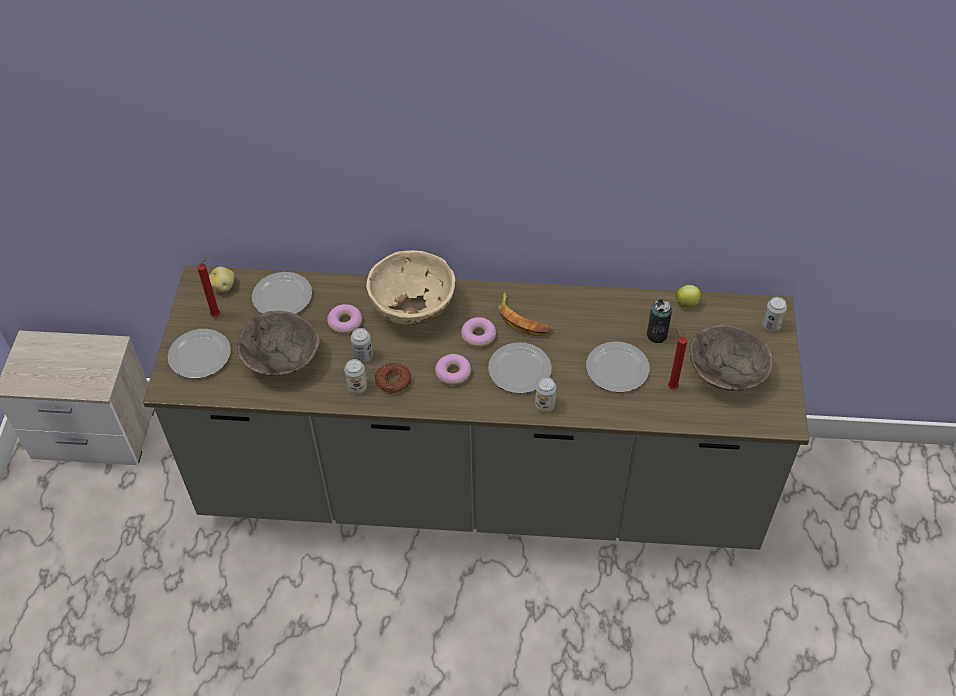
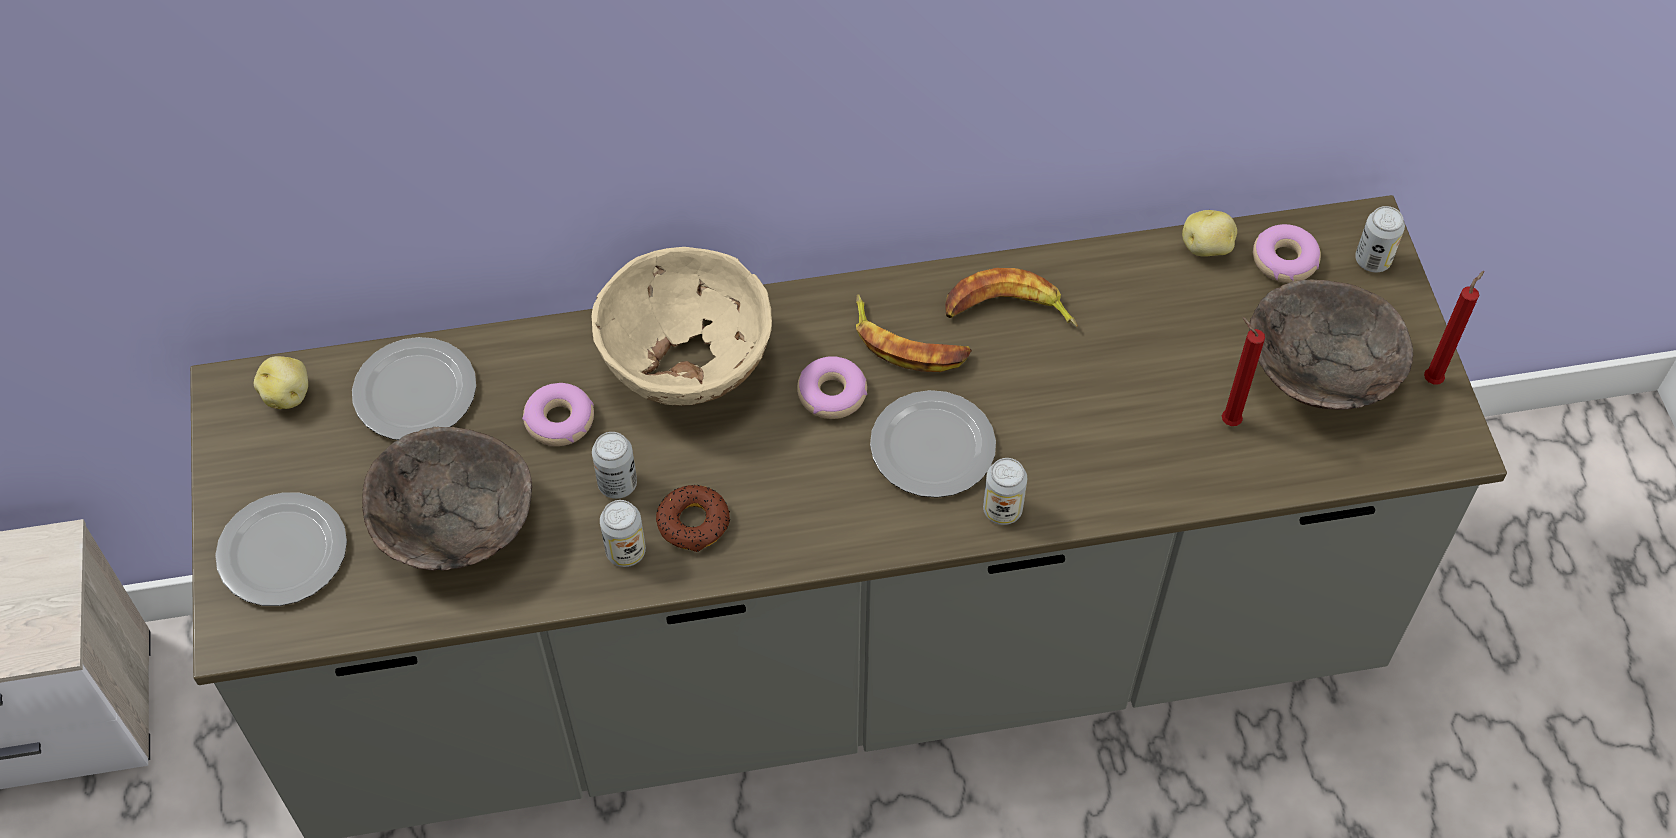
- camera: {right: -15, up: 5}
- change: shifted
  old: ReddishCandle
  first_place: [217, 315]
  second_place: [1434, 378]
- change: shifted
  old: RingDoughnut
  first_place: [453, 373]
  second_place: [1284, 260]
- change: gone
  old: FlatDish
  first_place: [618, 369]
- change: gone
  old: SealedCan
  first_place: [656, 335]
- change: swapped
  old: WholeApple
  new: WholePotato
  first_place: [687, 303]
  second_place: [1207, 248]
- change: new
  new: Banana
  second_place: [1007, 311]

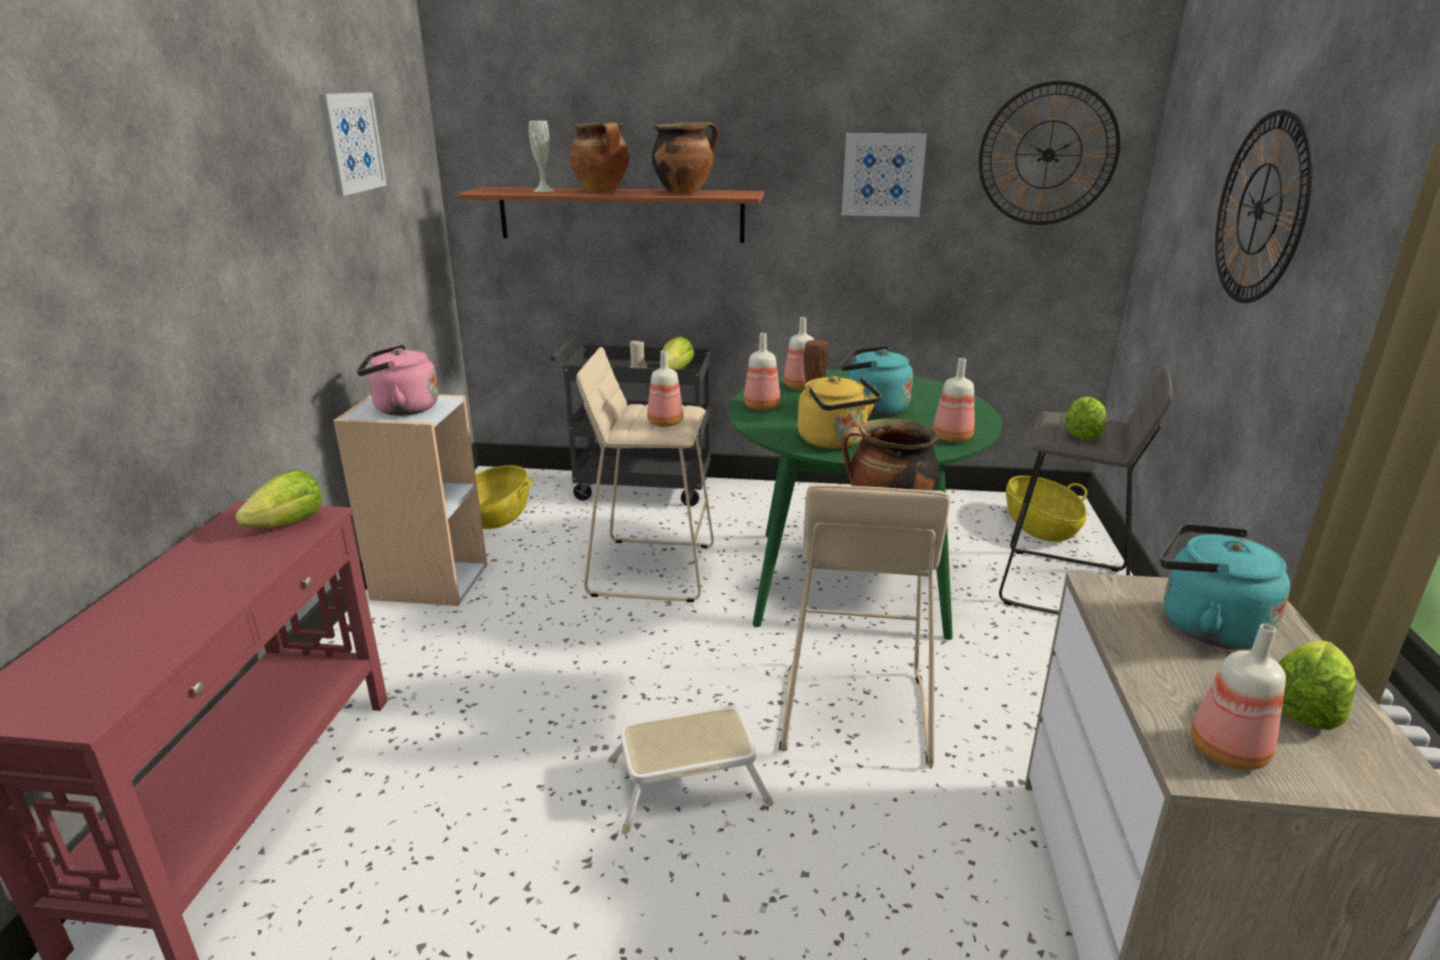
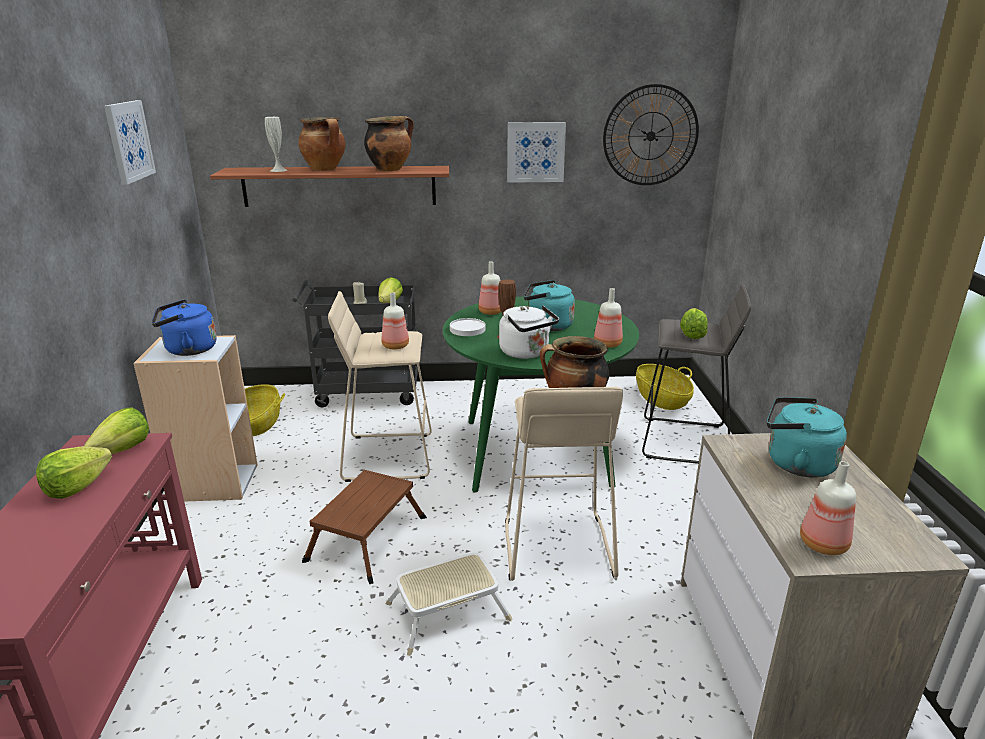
- camera: {right: -10, up: 0}
- change: repainted
  old: PinkWaterKettle
  new: BlueColouredWaterKettle
  first_place: [402, 409]
  second_place: [187, 350]
- change: swapped
  old: BeverageBottle
  new: WhiteFlatDish
  first_place: [763, 406]
  second_place: [467, 329]
- change: repainted
  old: YellowColouredWaterKettle
  new: WhiteWaterKettle
  first_place: [835, 441]
  second_place: [526, 353]
- change: gone
  old: HangingClock
  first_place: [1260, 209]
- change: shifted
  old: HeadOfLettuce
  first_place: [1305, 707]
  second_place: [77, 487]
- change: new
  new: BrownishStepStool
  second_place: [366, 539]

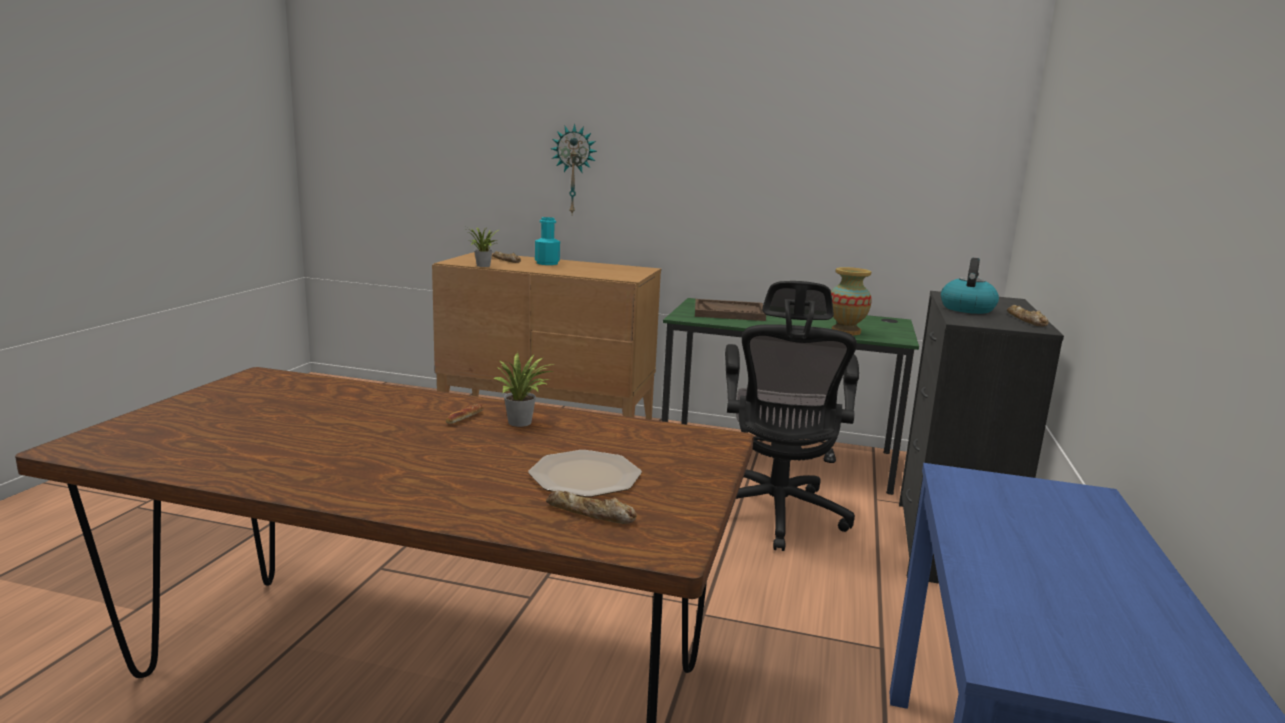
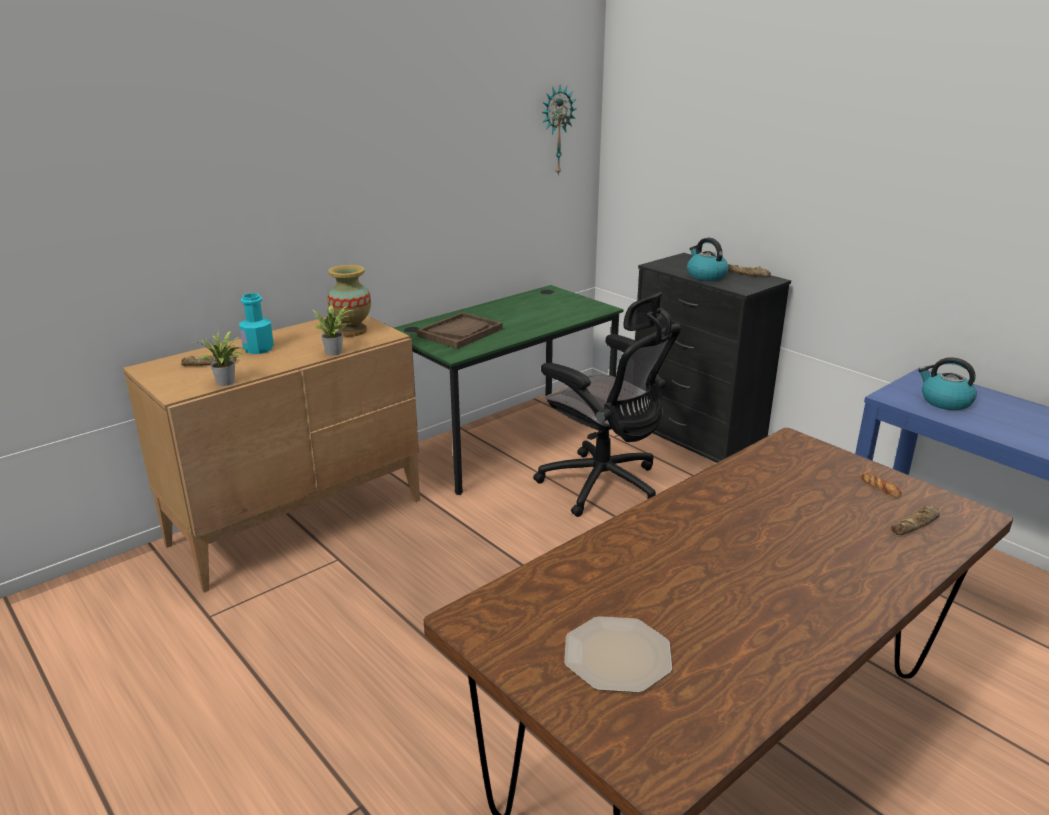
- camera: {right: -55, up: 10}
- change: shifted
  old: Bread
  first_place: [465, 418]
  second_place: [880, 488]
- change: shifted
  old: PlantInAPot
  first_place: [522, 423]
  second_place: [336, 352]
- change: shifted
  old: FlatDish
  first_place: [584, 476]
  second_place: [616, 656]
- change: shifted
  old: HangingClock
  first_place: [574, 170]
  second_place: [556, 130]
- change: shifted
  old: DecorativeVase
  first_place: [845, 332]
  second_place: [352, 331]
- change: new
  new: WaterKettle
  second_place: [944, 401]

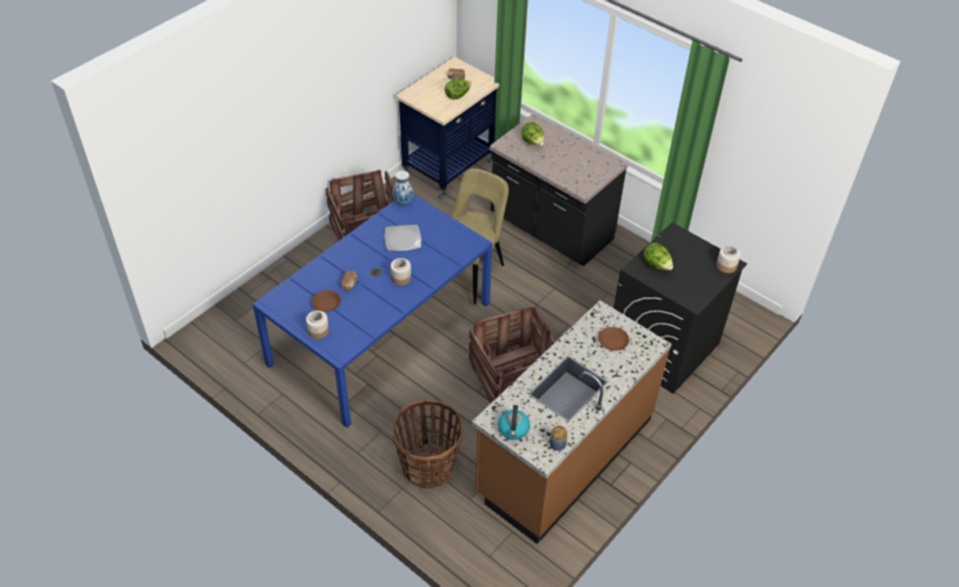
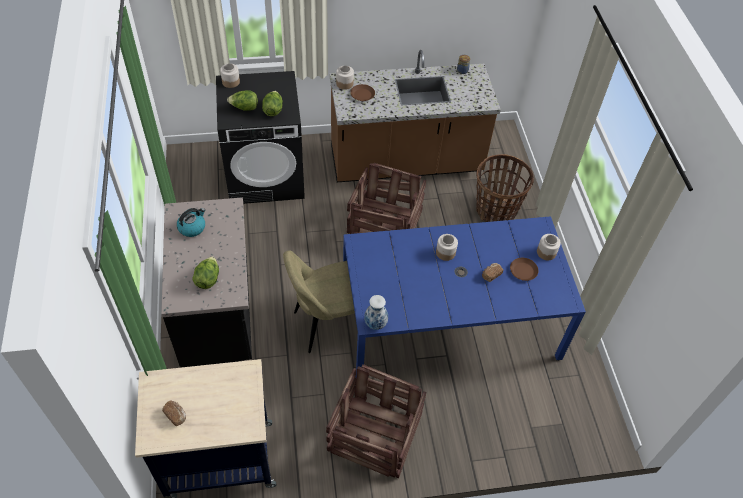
- camera: {right: -140, up: 5}
- change: gone
  old: FlatDish
  first_place: [402, 239]
- change: shifted
  old: HeadOfLettuce
  first_place: [457, 95]
  second_place: [244, 108]
- change: shifted
  old: WaterKettle
  first_place: [513, 429]
  second_place: [192, 227]
- change: new
  new: Jar
  second_place: [345, 83]

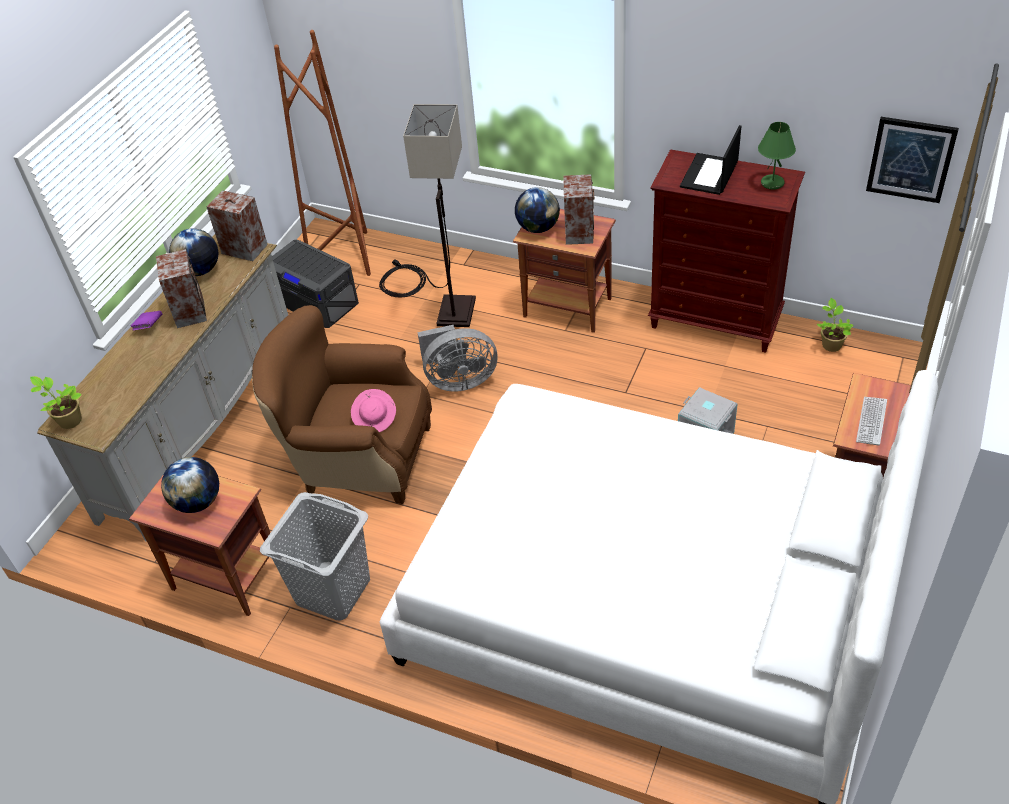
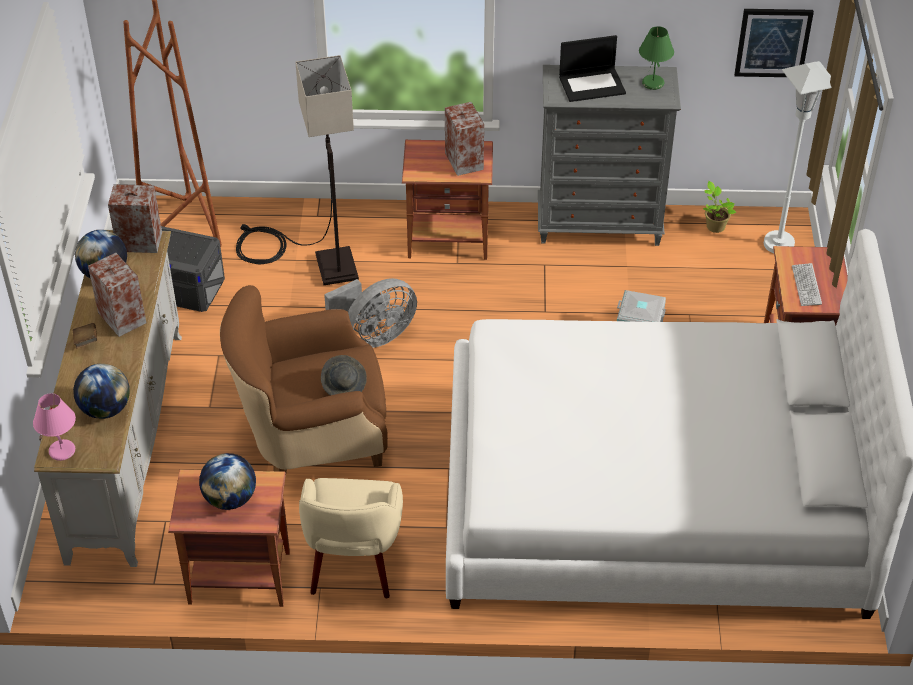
- camera: {right: -25, up: 0}
- change: swapped
  old: PlantInAPot
  new: PinkLampForATable
  first_place: [69, 420]
  second_place: [63, 451]
- change: repainted
  old: PurplishBoundBook
  new: BrownishBoundBook
  first_place: [149, 326]
  second_place: [86, 341]
- change: swapped
  old: GreyishHamper
  new: SandColouredArmchair
  first_place: [332, 591]
  second_place: [354, 562]
- change: repainted
  old: PinkWearableHat
  new: GreyishWearableHat
  first_place: [375, 418]
  second_place: [344, 385]
- change: shifted
  old: WorldGlobe
  first_place: [538, 228]
  second_place: [105, 409]
- change: repainted
  old: ReddishChestOfDrawers
  new: GreyishChestOfDrawers
  first_place: [716, 322]
  second_place: [600, 225]
- change: rotated
  old: PortableComputer
  first_place: [709, 175]
  second_place: [592, 84]
  degrees: -105
- change: new
  new: WhiteStandardLamp
  second_place: [779, 244]

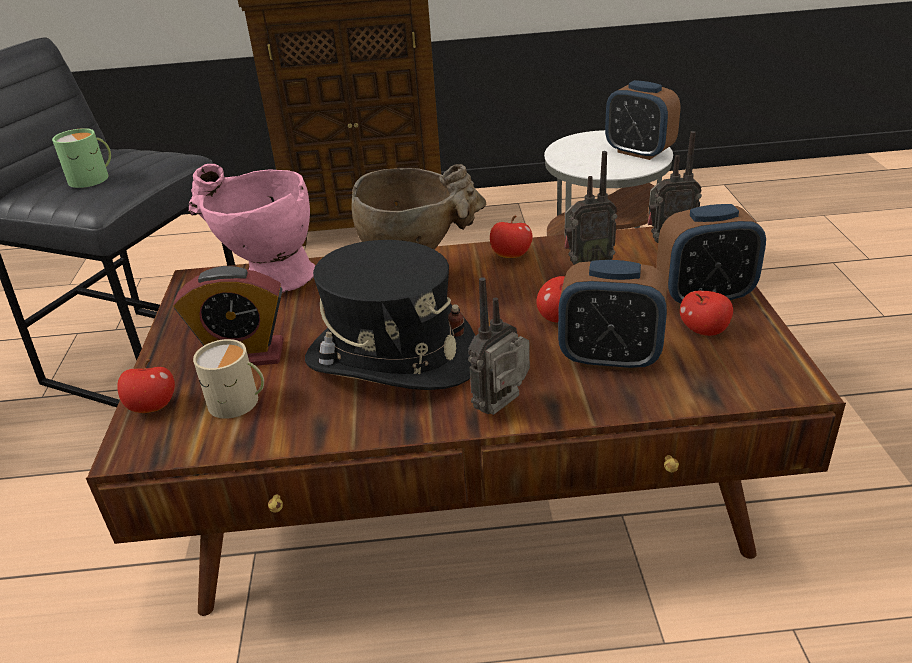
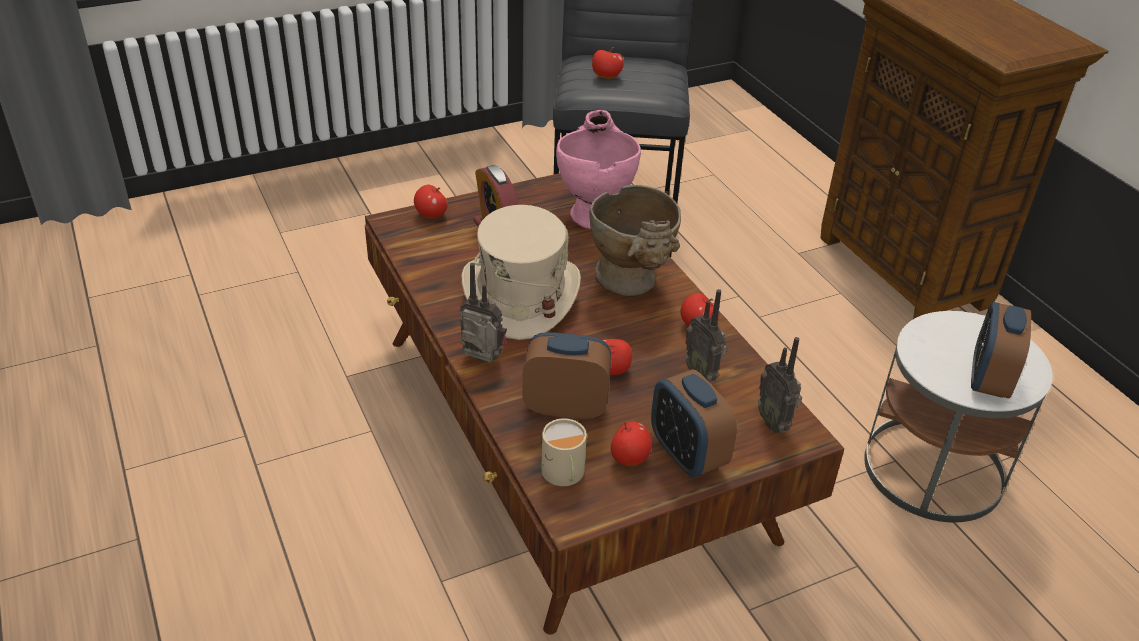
- camera: {right: 65, up: 5}
- change: swapped
  old: GreenColouredCoffeeMug
  new: WholeApple
  first_place: [93, 178]
  second_place: [606, 77]
- change: shifted
  old: SandColouredCoffeeMug
  first_place: [238, 402]
  second_place: [563, 474]
- change: repainted
  old: BlackColouredWearableHat
  new: SandColouredWearableHat
  first_place: [391, 358]
  second_place: [520, 297]
- change: rotated
  old: AlarmClock
  first_place: [609, 358]
  second_place: [565, 406]
  degrees: 105

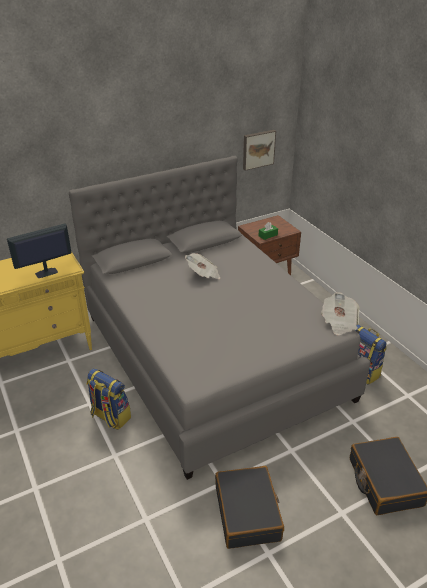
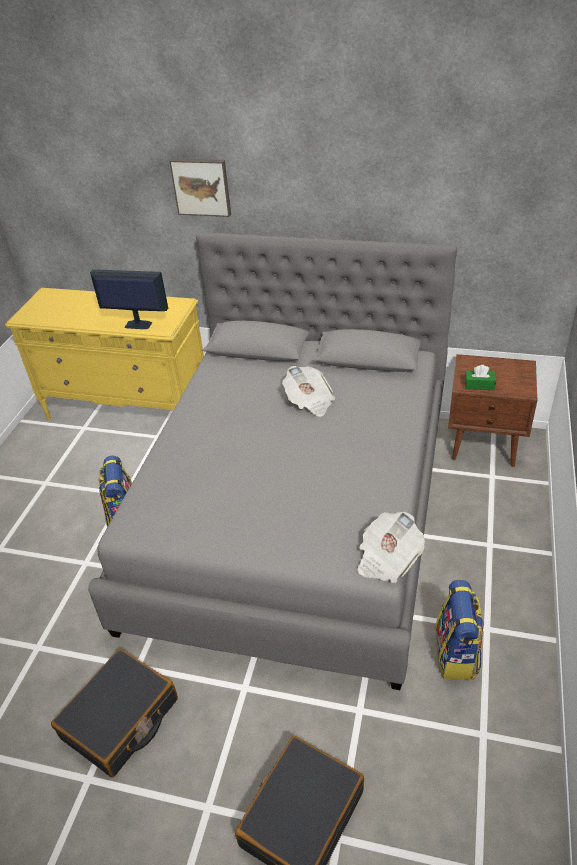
- camera: {right: 45, up: 5}
- change: shifted
  old: WallArt
  first_place: [258, 149]
  second_place: [202, 186]

